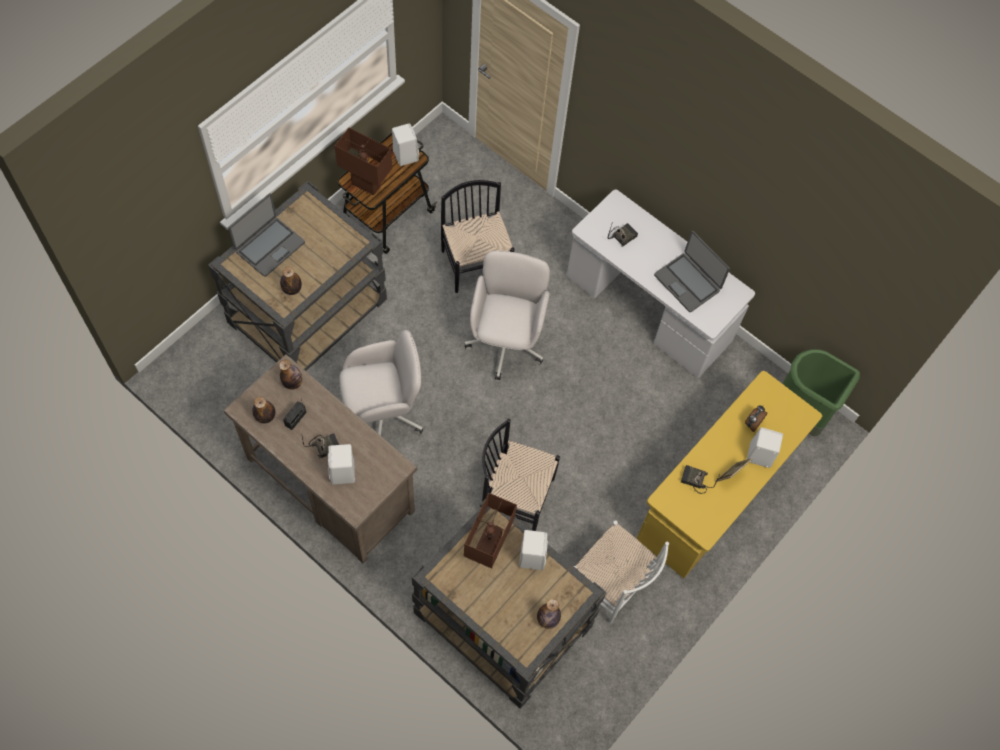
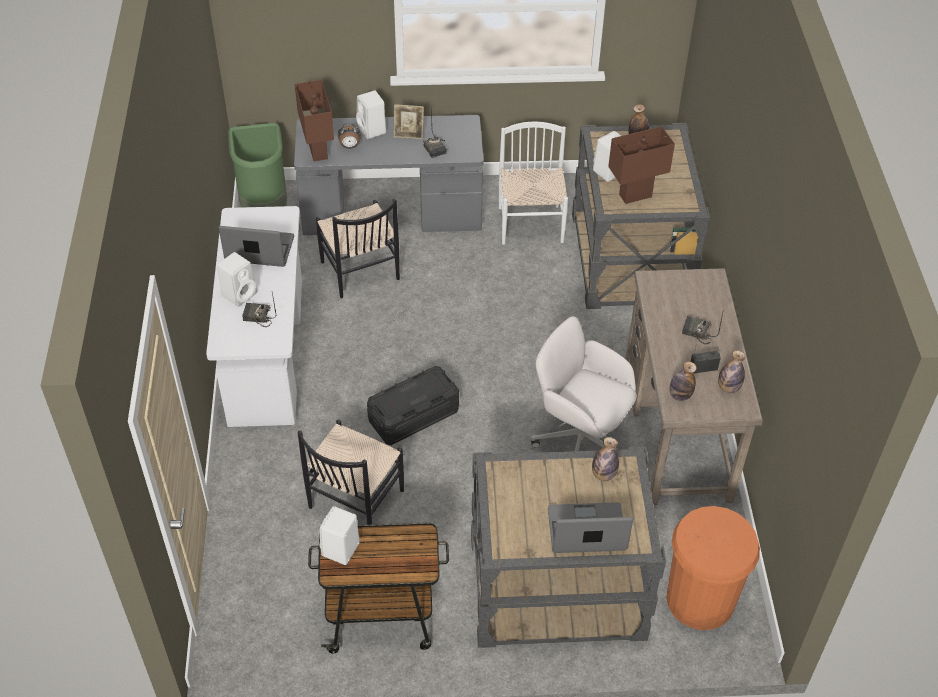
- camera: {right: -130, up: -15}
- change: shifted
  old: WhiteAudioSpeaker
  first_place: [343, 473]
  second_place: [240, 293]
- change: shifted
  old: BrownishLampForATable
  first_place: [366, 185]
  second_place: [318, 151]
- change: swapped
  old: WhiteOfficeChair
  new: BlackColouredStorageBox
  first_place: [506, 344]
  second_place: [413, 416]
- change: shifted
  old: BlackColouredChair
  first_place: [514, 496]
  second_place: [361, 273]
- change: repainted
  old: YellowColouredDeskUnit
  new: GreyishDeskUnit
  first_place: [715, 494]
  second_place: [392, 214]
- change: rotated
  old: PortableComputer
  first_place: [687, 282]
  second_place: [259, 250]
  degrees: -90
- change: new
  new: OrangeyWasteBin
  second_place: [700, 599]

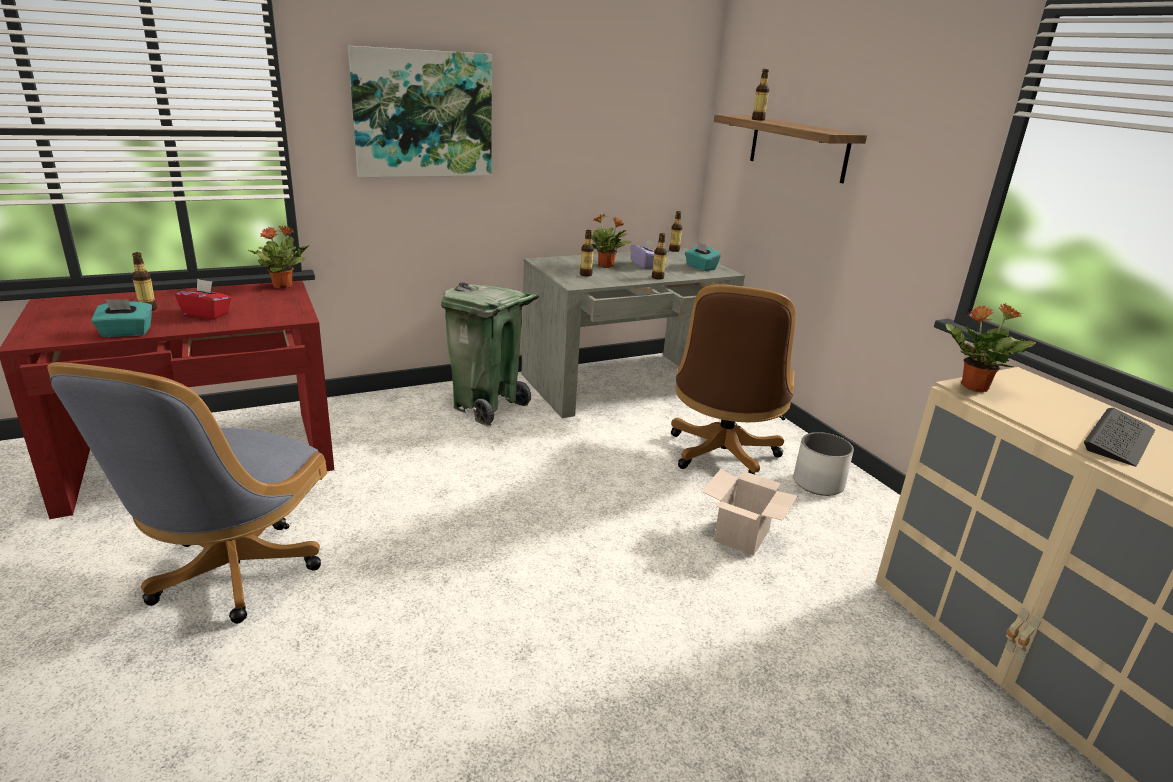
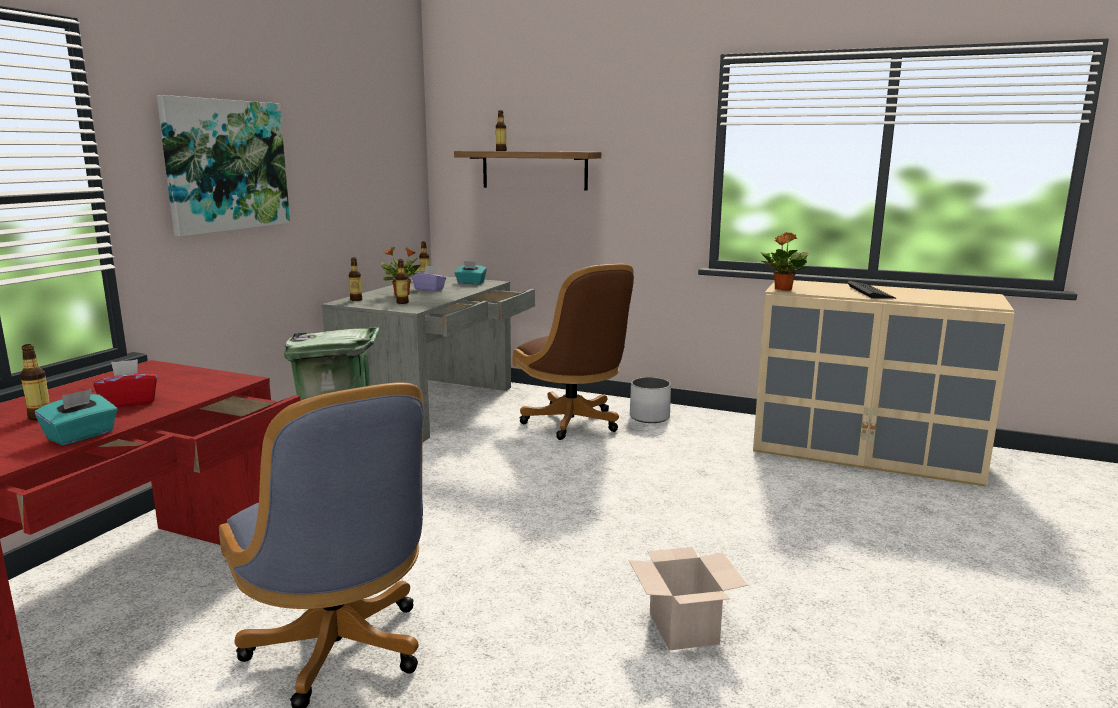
- camera: {right: -40, up: -10}
- change: gone
  old: PlantInAPot
  first_place: [283, 286]
- change: shifted
  old: BeverageBottle
  first_place: [657, 277]
  second_place: [356, 300]
- change: shifted
  old: CardboardBox
  first_place: [742, 536]
  second_place: [685, 629]

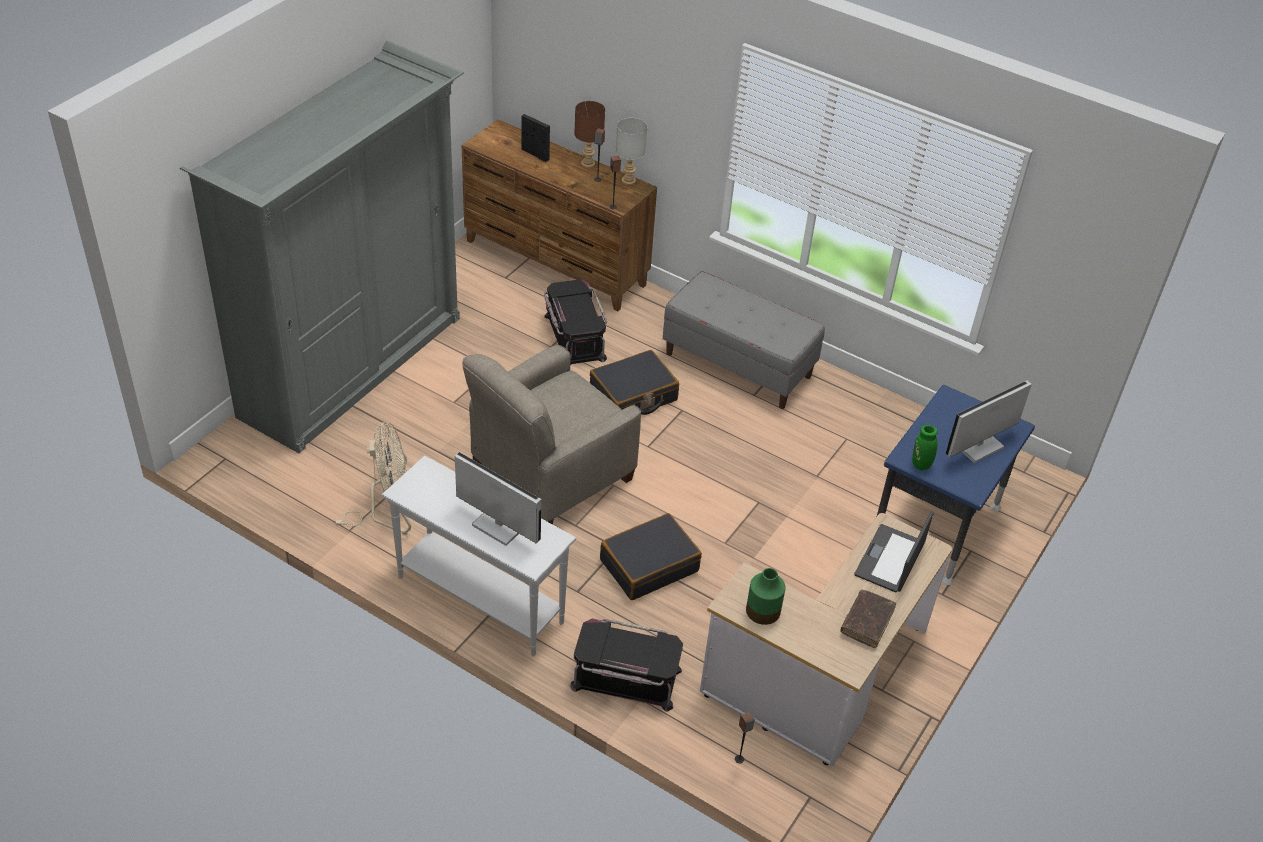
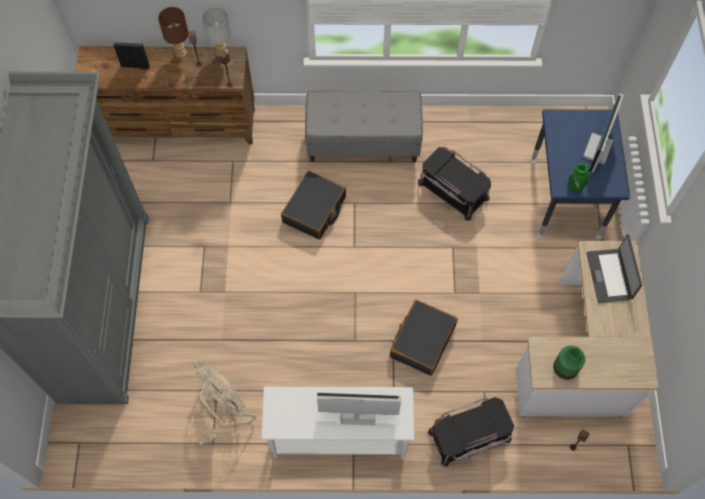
- camera: {right: -30, up: 20}
- change: gone
  old: SandColouredArmchair
  first_place: [550, 473]
- change: shifted
  old: BlackColouredStorageBox
  first_place: [574, 337]
  second_place: [452, 190]
- change: gone
  old: BrownishBoundBook
  first_place: [867, 622]

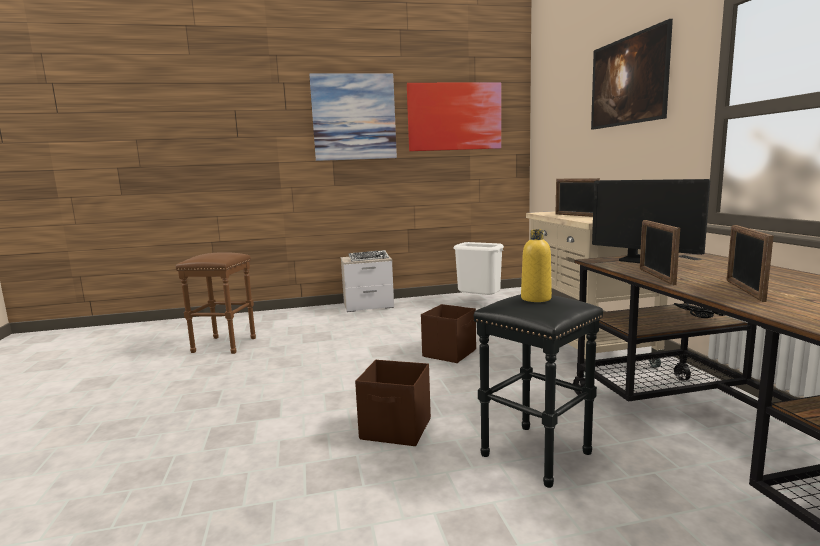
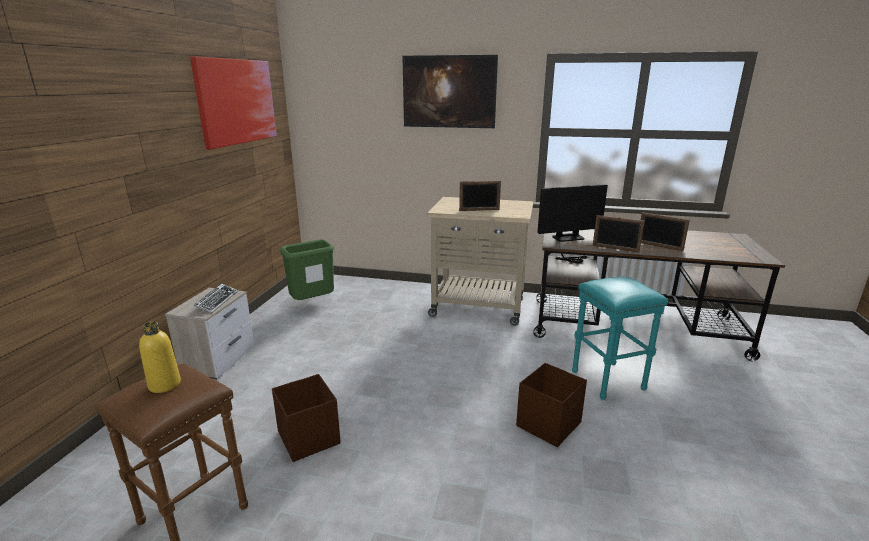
- camera: {right: -65, up: 10}
- change: gone
  old: WallArt
  first_place: [354, 117]
- change: shifted
  old: BrownishStorageBox
  first_place: [450, 353]
  second_place: [309, 437]
- change: repainted
  old: WhiteWasteBin
  new: GreenColouredWasteBin
  first_place: [479, 302]
  second_place: [313, 303]
- change: repainted
  old: BlackColouredStool
  new: TurquoiseColouredStool
  first_place: [533, 454]
  second_place: [607, 381]
- change: shifted
  old: YellowColouredBeverageBottle
  first_place: [536, 298]
  second_place: [164, 384]

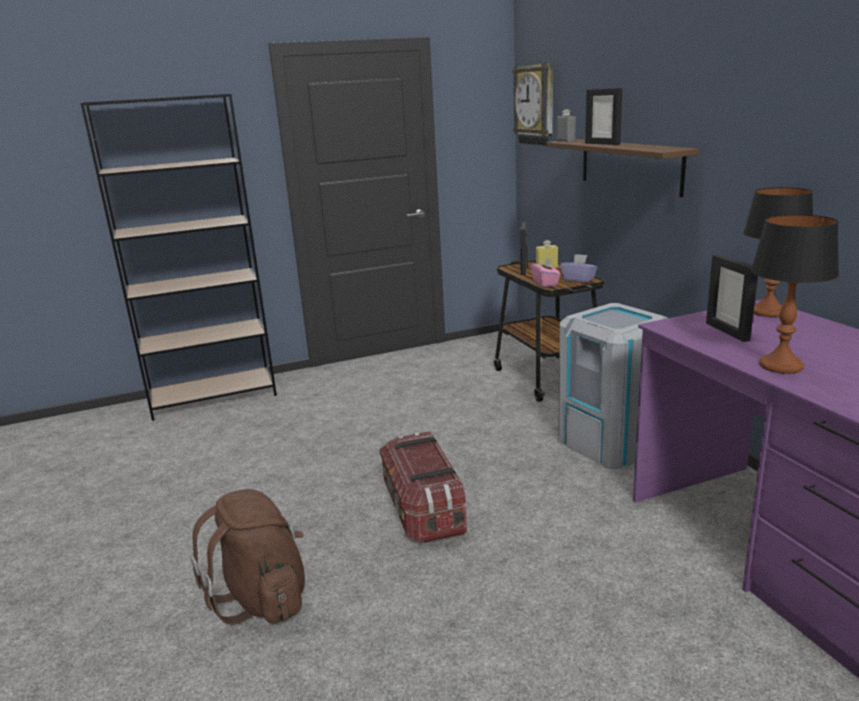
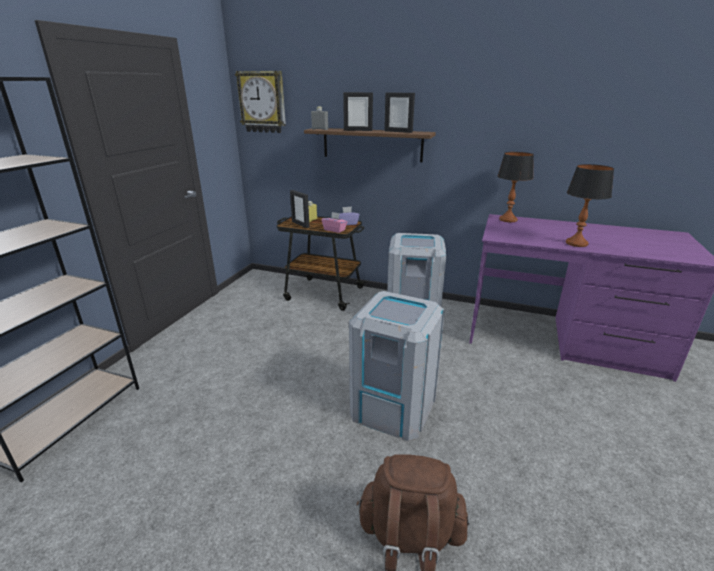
- camera: {right: -50, up: 5}
- change: swapped
  old: StorageBox
  new: GreyishWasteBin
  first_place: [423, 509]
  second_place: [393, 407]
- change: shifted
  old: StandingFrame
  first_place: [728, 331]
  second_place: [398, 131]

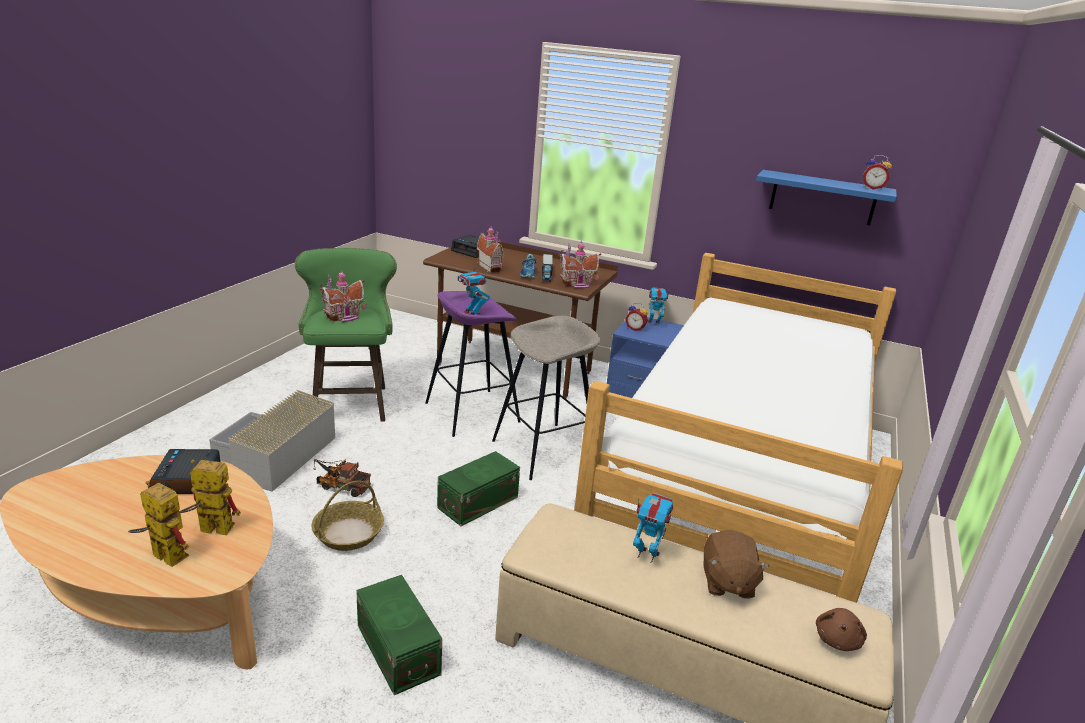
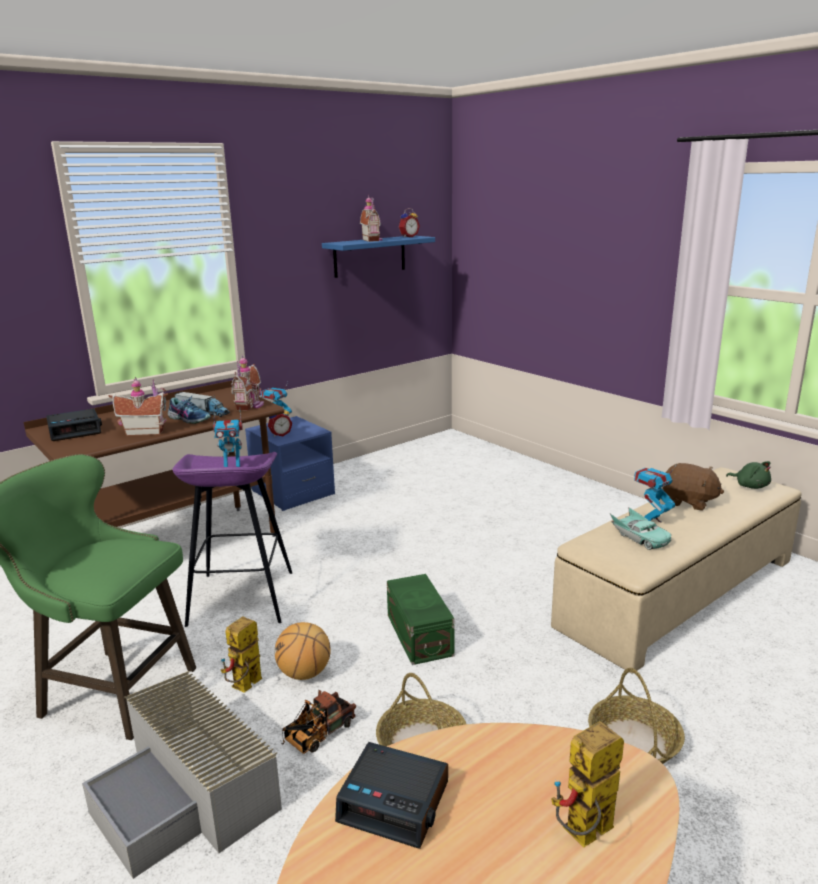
- camera: {right: -60, up: -5}
- change: shifted
  old: RobotFigure
  first_place: [209, 529]
  second_place: [244, 687]
- change: shifted
  old: MiniatureHouse
  first_place: [345, 317]
  second_place: [373, 240]
- change: swapped
  old: GreenColouredStorageBox
  new: Basket
  first_place: [397, 651]
  second_place: [634, 742]
- change: gone
  old: GreyishStool
  first_place: [544, 450]
- change: gone
  old: SleepingBed
  first_place: [737, 487]
- change: repainted
  old: BrownishSoftToy
  new: GreenColouredSoftToy
  first_place: [837, 639]
  second_place: [750, 486]
- change: new
  new: BasketballBall
  second_place: [304, 673]
- change: new
  new: TurquoiseColouredMiniatureCar
  second_place: [639, 537]

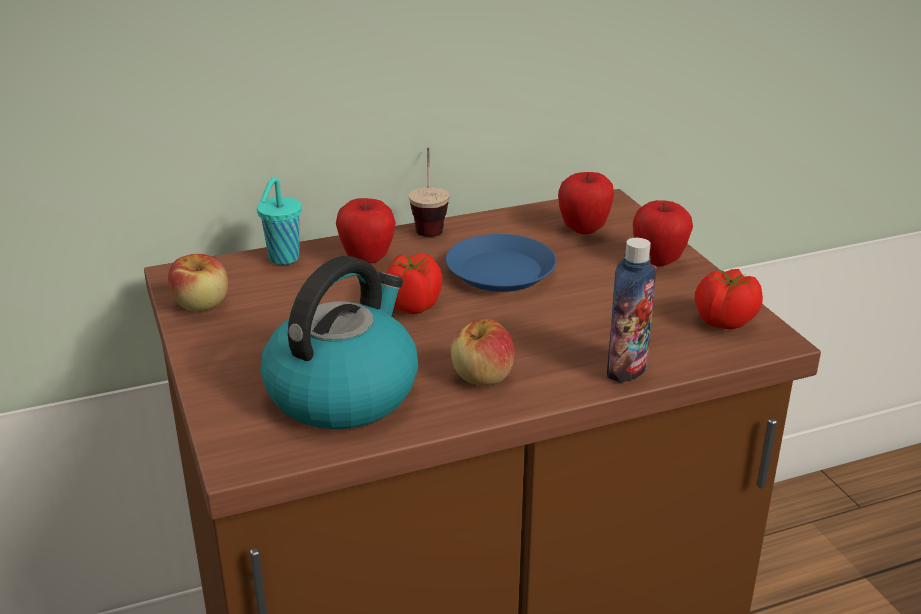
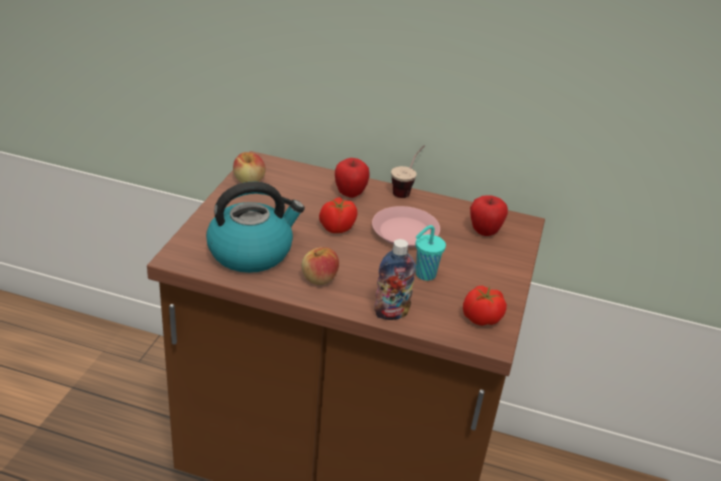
- camera: {right: 35, up: 5}
- change: shifted
  old: TurquoiseColouredDrinkingCup
  first_place: [282, 259]
  second_place: [424, 275]
- change: repainted
  old: BlueColouredFlatDish
  new: PinkFlatDish
  first_place: [501, 271]
  second_place: [405, 232]
- change: gone
  old: WholeApple
  first_place: [658, 261]

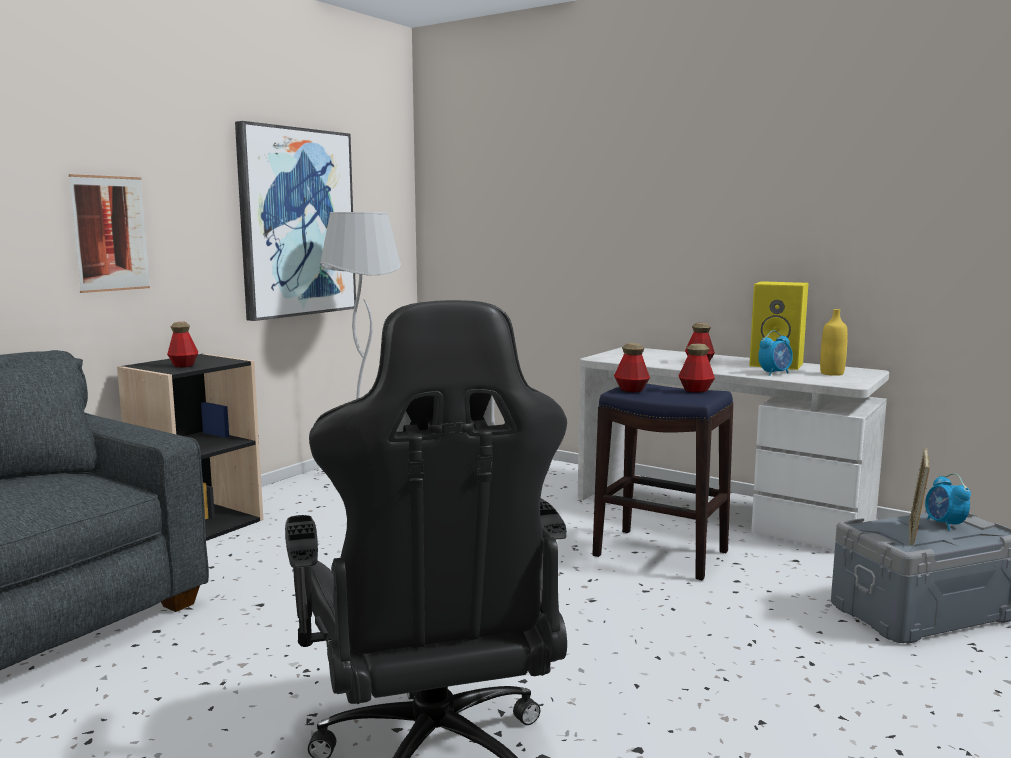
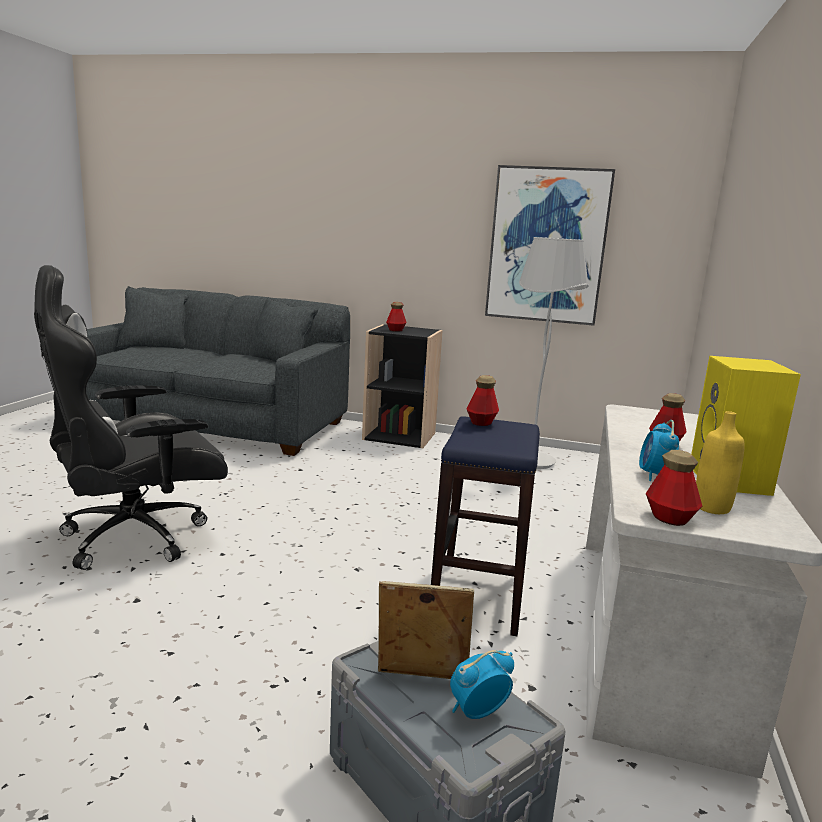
- camera: {right: 70, up: 5}
- change: gone
  old: WallArt
  first_place: [110, 233]
- change: shifted
  old: BeverageBottle
  first_place: [695, 390]
  second_place: [670, 518]
- change: rotated
  old: AlarmClock
  first_place: [775, 373]
  second_place: [654, 476]
  degrees: 60

